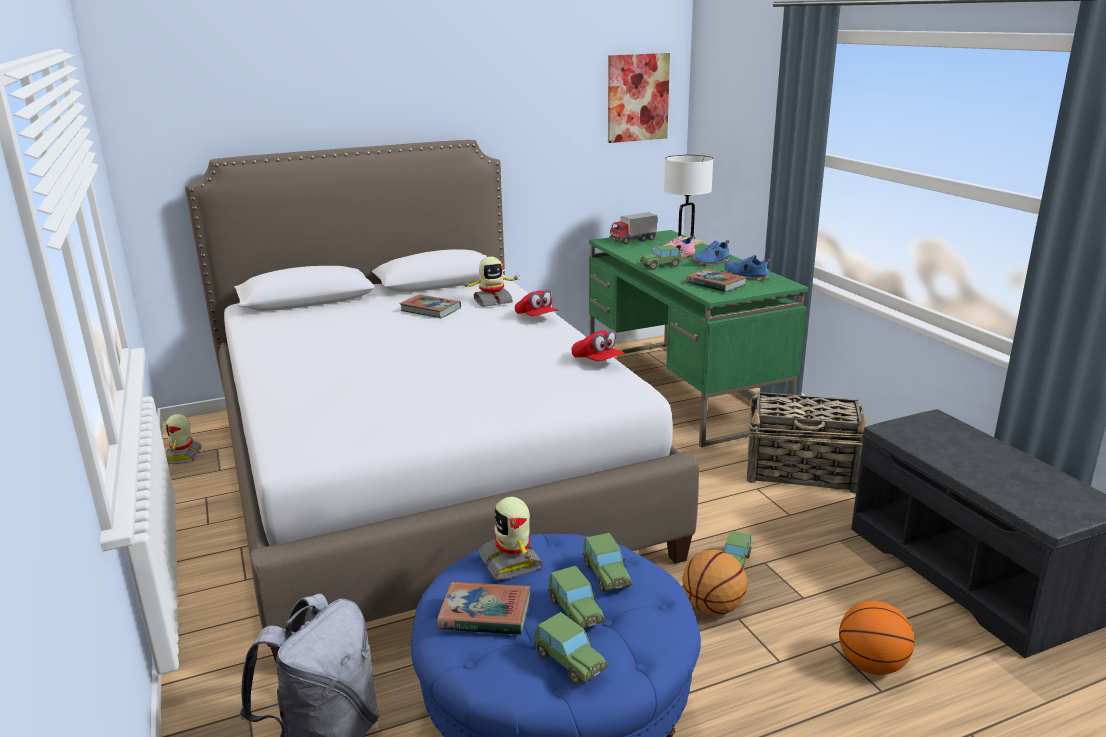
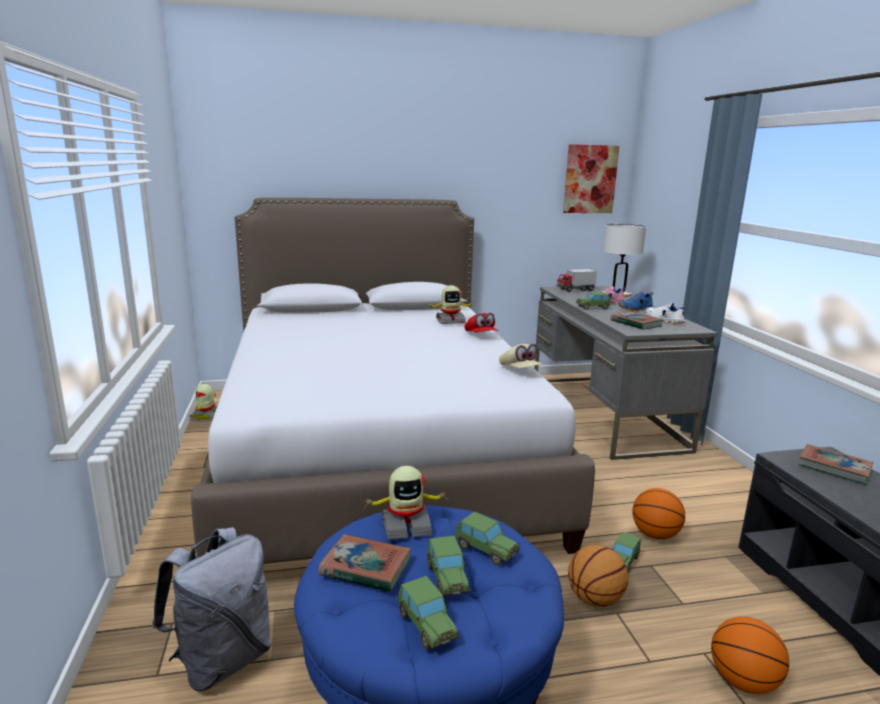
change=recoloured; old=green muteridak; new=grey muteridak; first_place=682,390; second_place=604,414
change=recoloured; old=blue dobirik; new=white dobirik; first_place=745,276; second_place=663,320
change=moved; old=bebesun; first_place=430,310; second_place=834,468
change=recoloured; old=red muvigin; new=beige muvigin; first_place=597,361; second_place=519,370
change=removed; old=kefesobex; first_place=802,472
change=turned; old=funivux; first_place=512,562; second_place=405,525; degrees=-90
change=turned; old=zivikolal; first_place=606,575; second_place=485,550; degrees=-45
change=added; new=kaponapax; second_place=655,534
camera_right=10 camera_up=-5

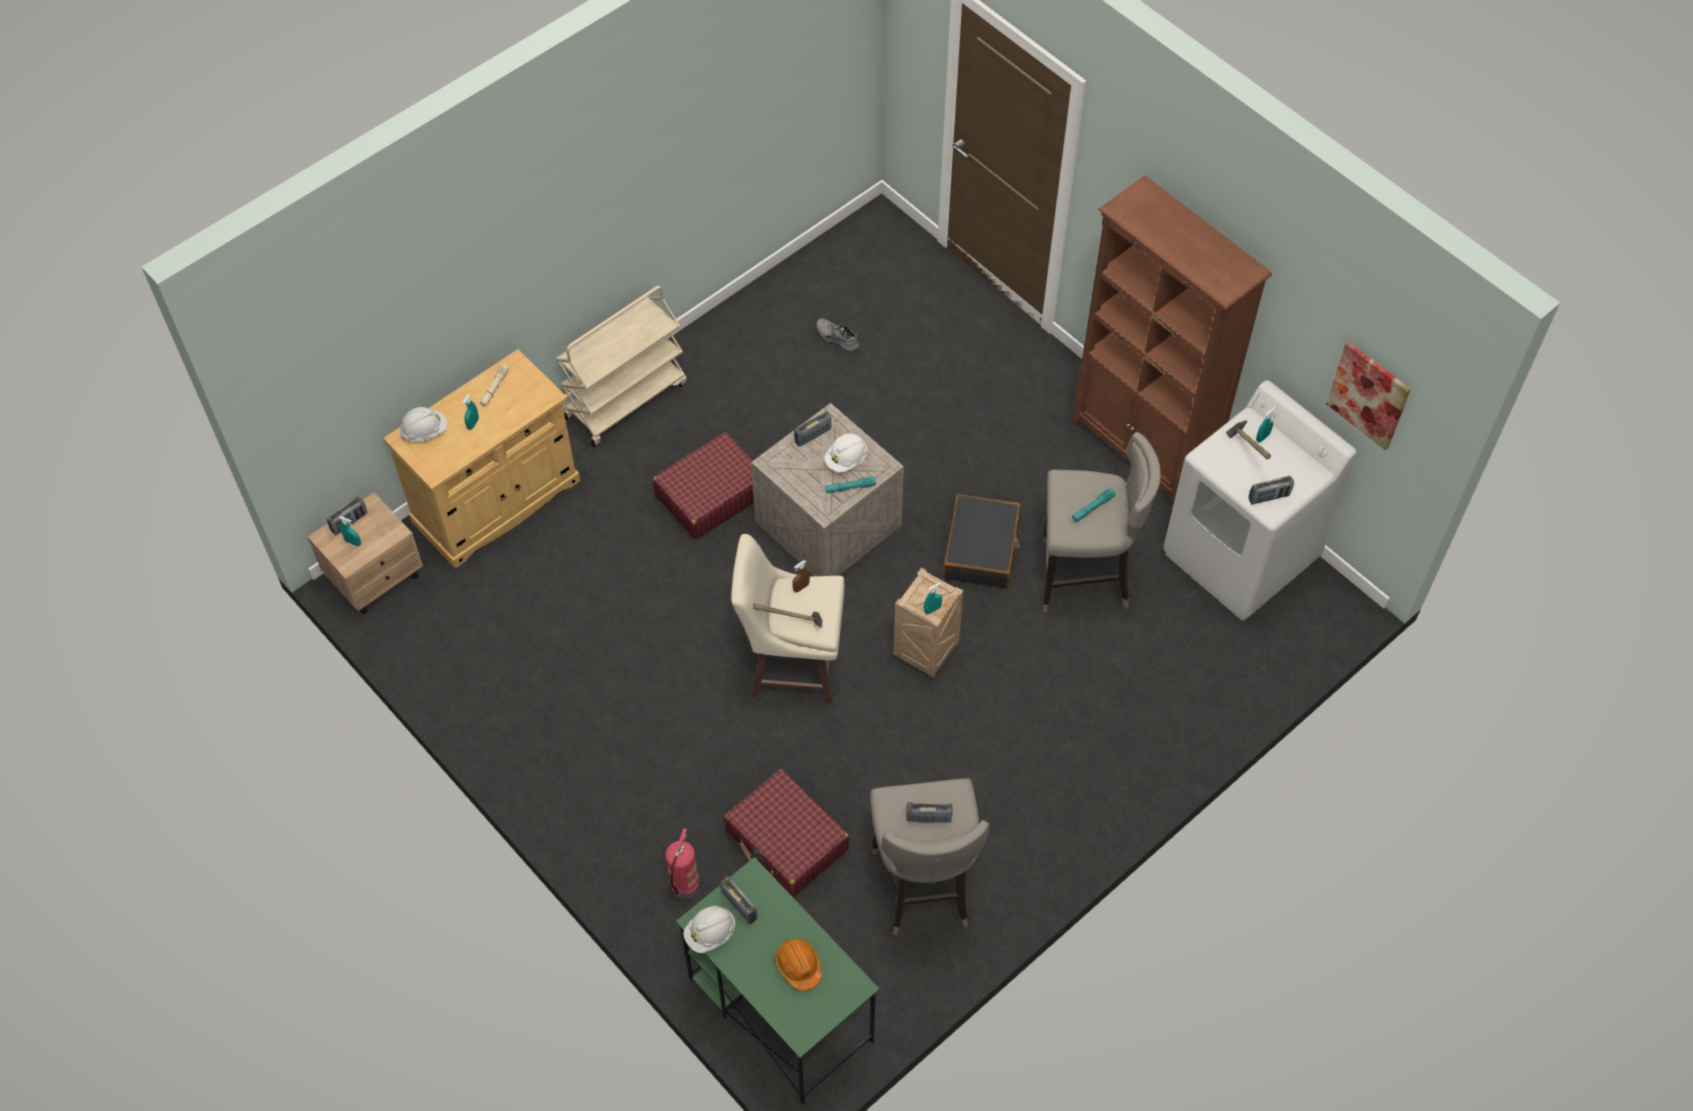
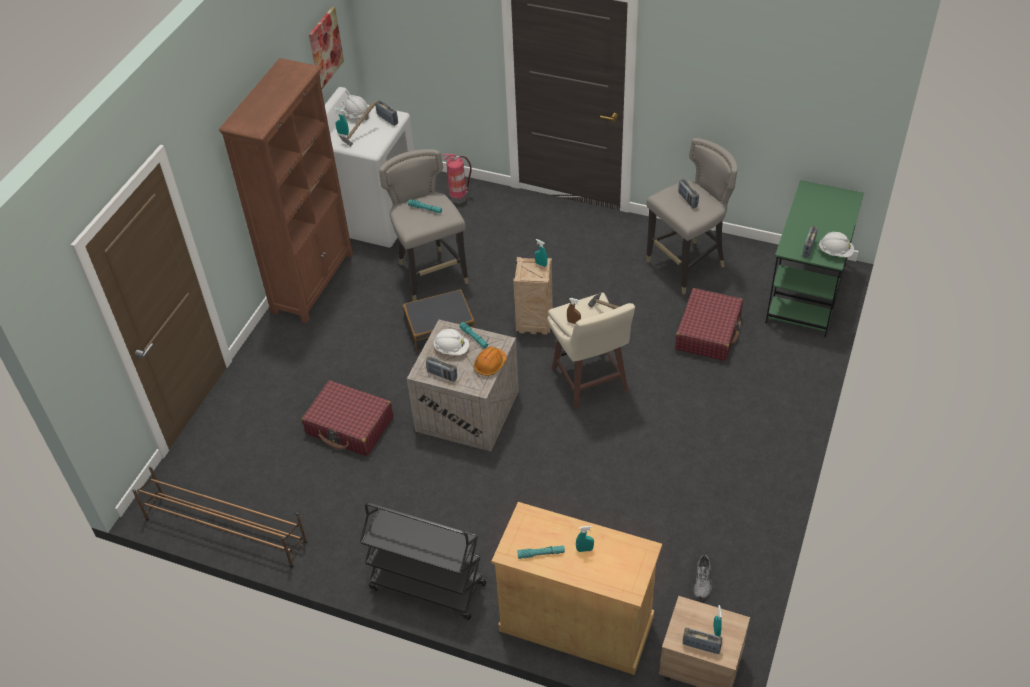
change=recoloured; old=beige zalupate; new=black zalupate; first_place=626,399; second_place=426,586
change=moved; old=grey dobirik; first_place=836,338; second_place=703,581
change=recoloured; old=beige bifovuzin; new=turquoise bifovuzin; first_place=494,388; second_place=541,554
change=moved; old=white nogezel; first_place=425,431; second_place=356,114
change=moved; old=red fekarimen; first_place=710,495; second_place=350,426
change=moved; old=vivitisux; first_place=685,887; second_place=459,197
change=moved; old=orange nogezel; first_place=798,966; second_place=490,365
change=added; new=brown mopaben; second_place=225,530
camera_right=-115 camera_up=-10

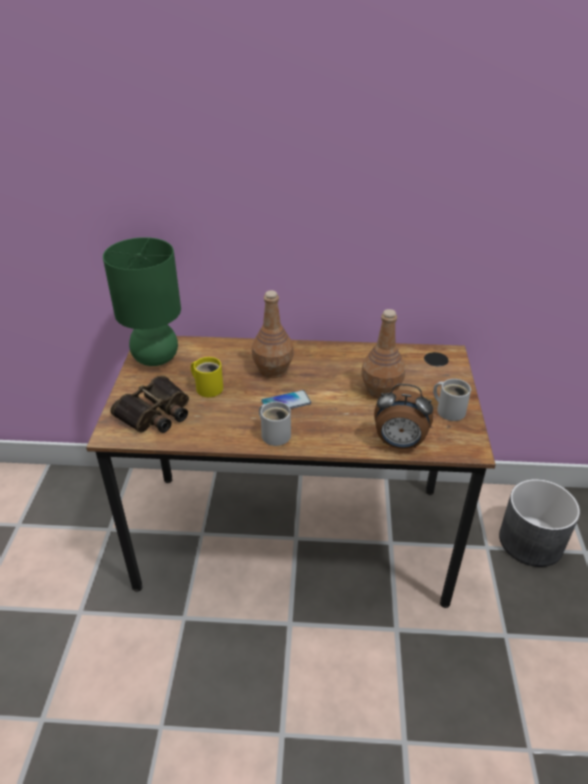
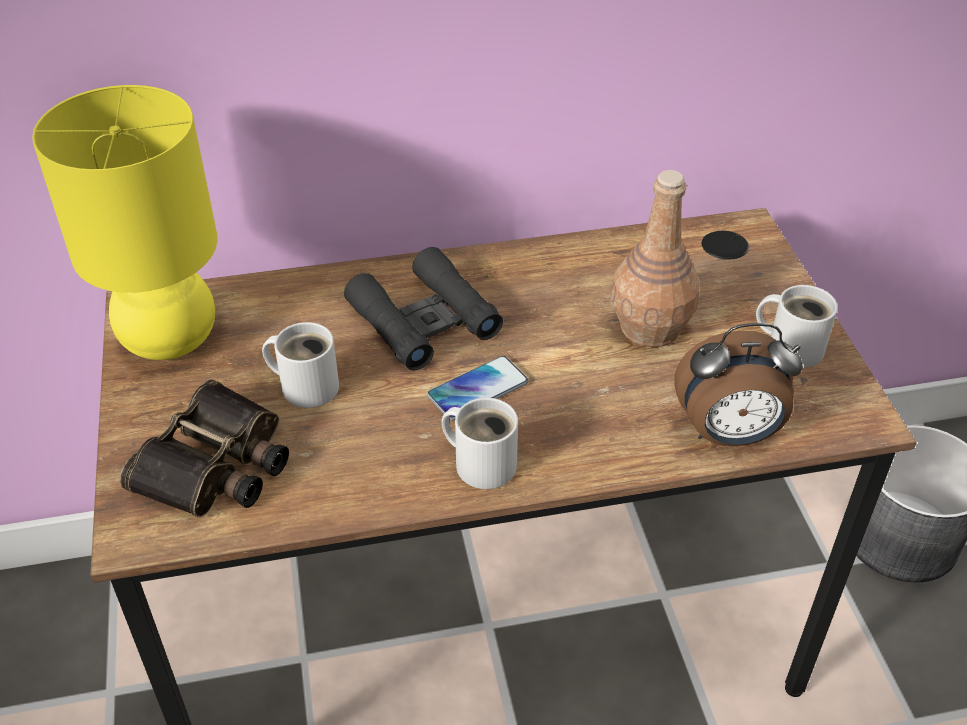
change=recoloured; old=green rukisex; new=yellow rukisex; first_place=155,358; second_place=168,339
change=replaced; old=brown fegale; new=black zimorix; first_place=273,369; second_place=424,320
change=recoloured; old=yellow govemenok; new=white govemenok; first_place=208,387; second_place=306,384
camera_right=-15 camera_up=5

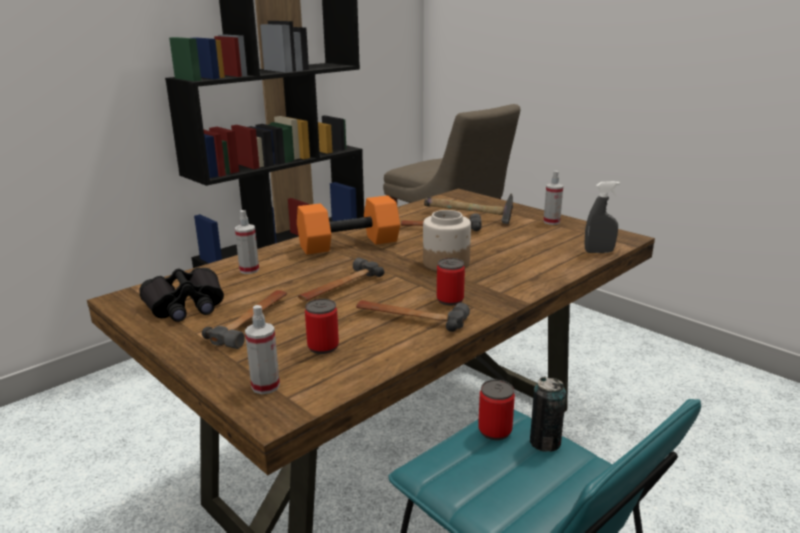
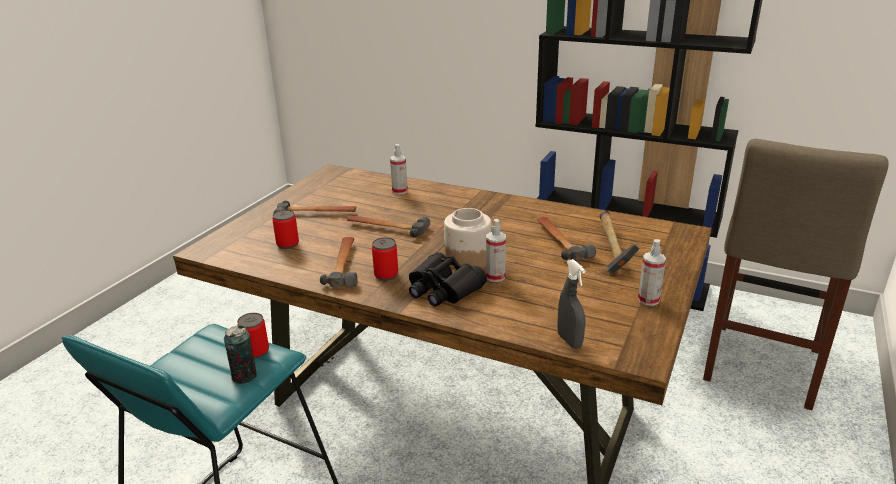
change=removed; old=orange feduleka; first_place=349,243
change=moved; old=black zimorix; first_place=186,306; second_place=443,289
change=moved; old=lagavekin; first_place=265,386; second_place=495,276
camera_right=70 camera_up=5

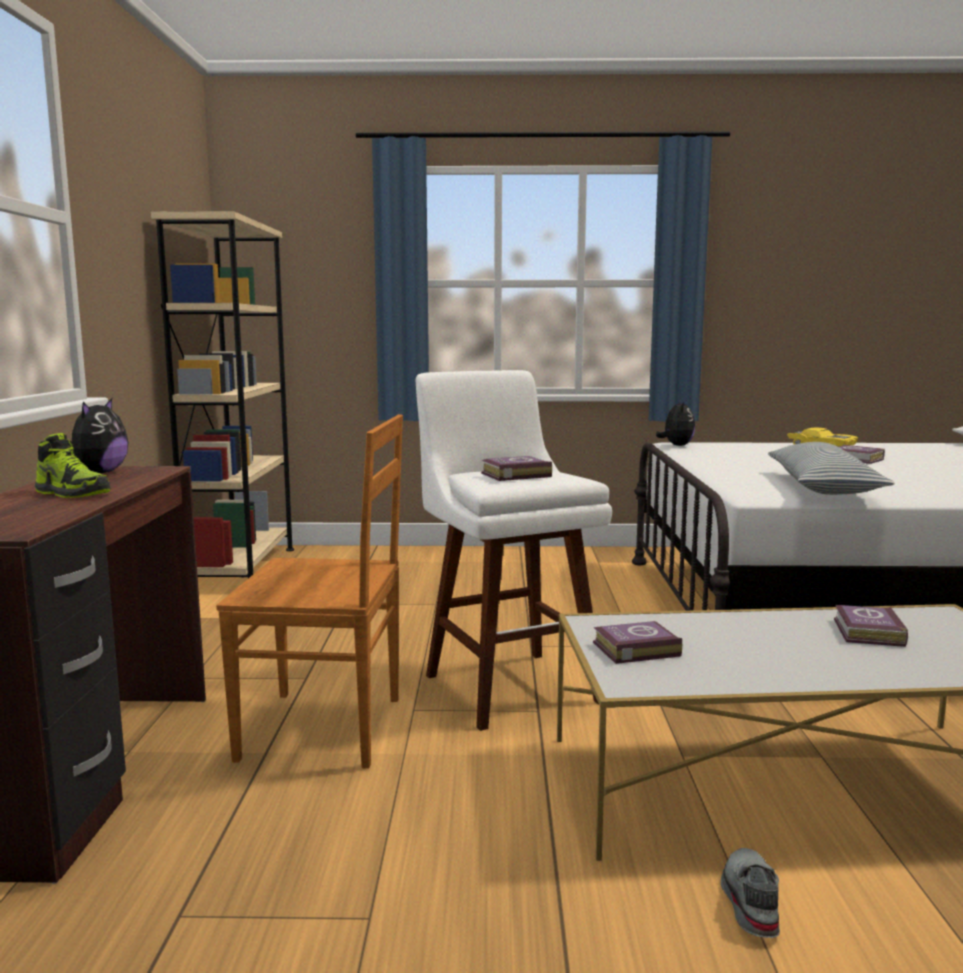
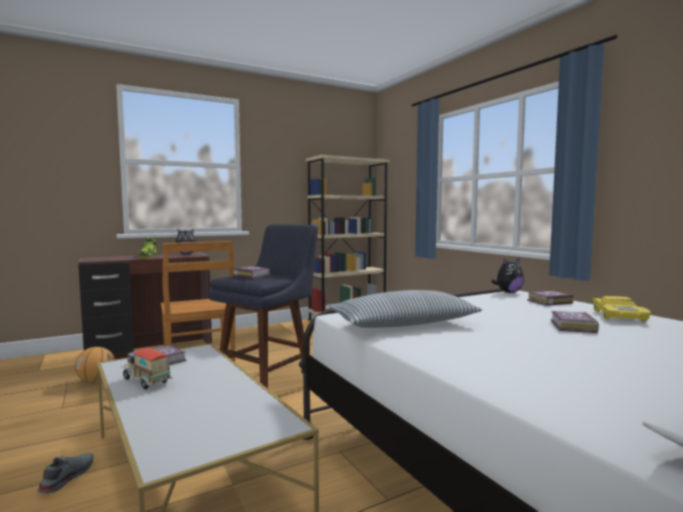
change=recoloured; old=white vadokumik; new=blue vadokumik; first_place=506,683; second_place=269,387
change=moved; old=bebesun; first_place=867,633; second_place=548,301
change=turned; old=grey dobirik; first_place=748,901; second_place=66,478; degrees=-60
change=added; new=kaponapax; second_place=96,381
change=added; new=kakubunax; second_place=147,382
camera_right=60 camera_up=-5

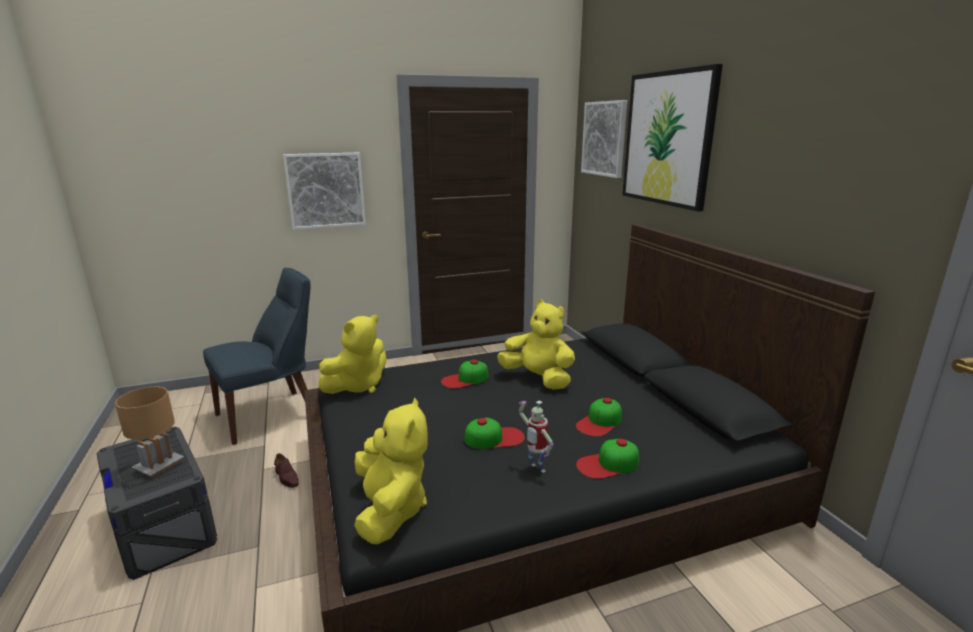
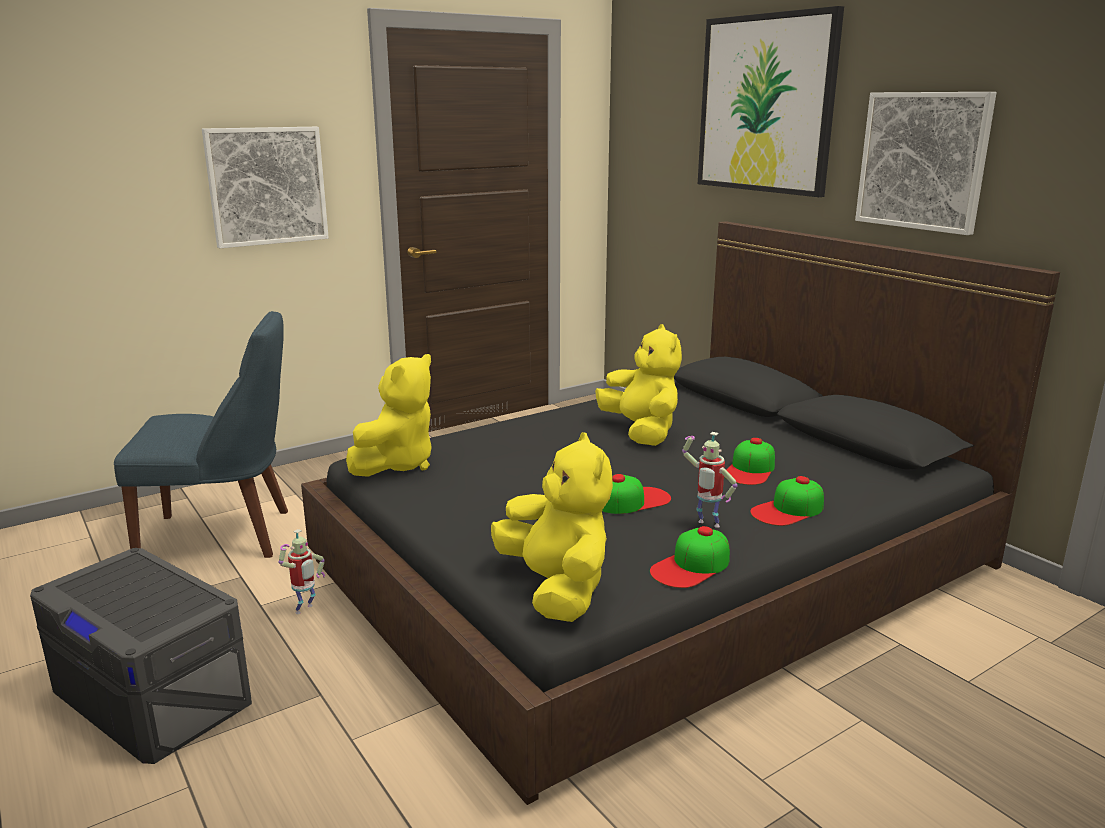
change=moved; old=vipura; first_place=604,138; second_place=923,161
change=turned; old=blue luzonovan; first_place=272,414; second_place=224,536; degrees=45
change=turned; old=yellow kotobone; first_place=538,379; second_place=641,432; degrees=45
change=moved; old=muvigin; first_place=465,379; second_place=691,566
change=removed; old=brown rukisex; first_place=159,466
change=replaced; old=brown dobirik; new=funivux; first_place=286,477; second_place=305,610
camera_right=-15 camera_up=0

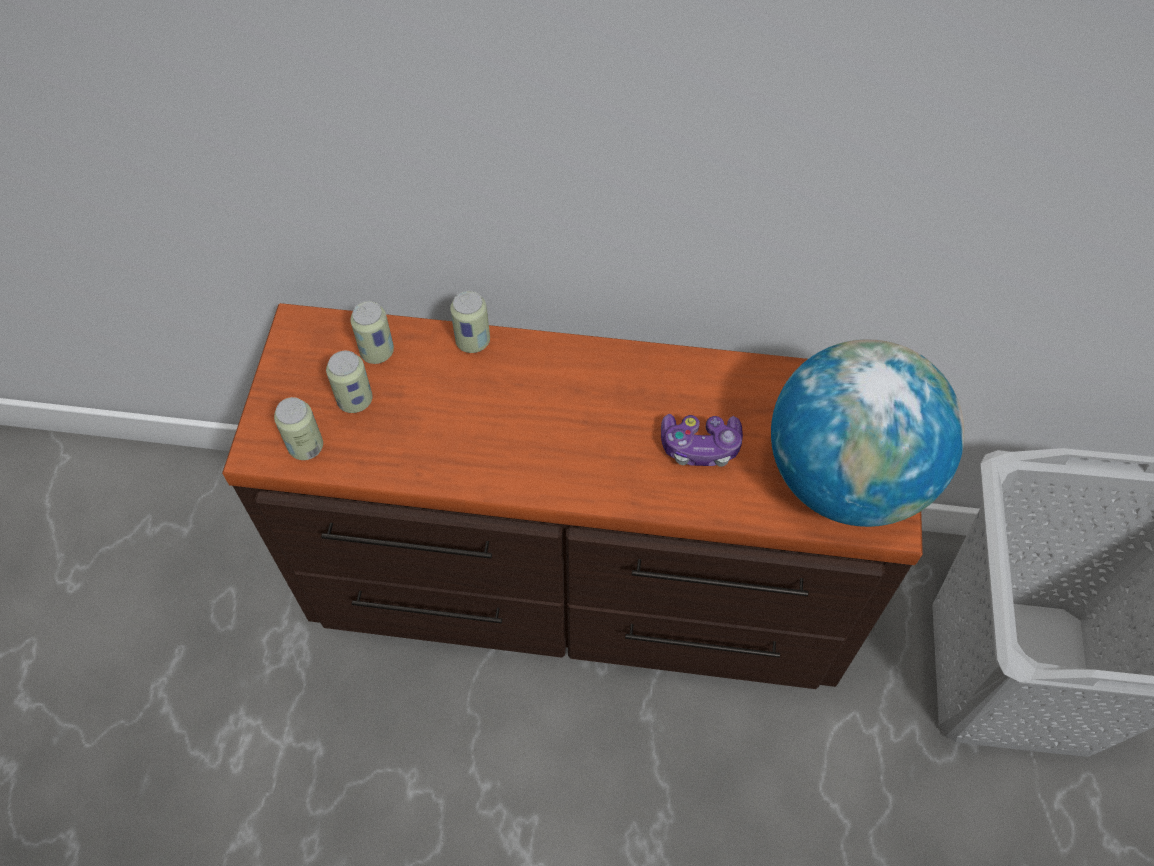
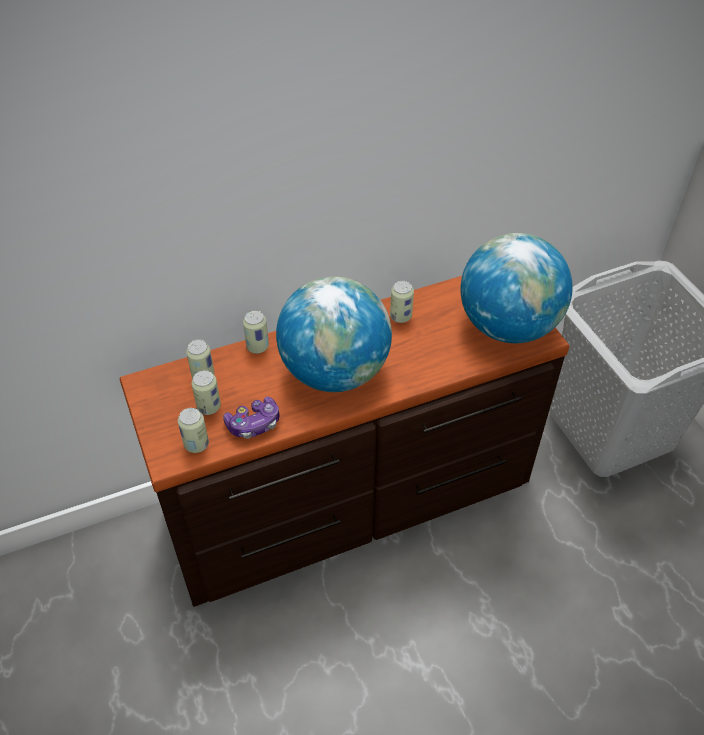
change=moved; old=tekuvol; first_place=700,446; second_place=254,424
change=added; new=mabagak; second_place=334,371
change=added; new=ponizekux; second_place=400,316
camera_right=-30 camera_up=-10

